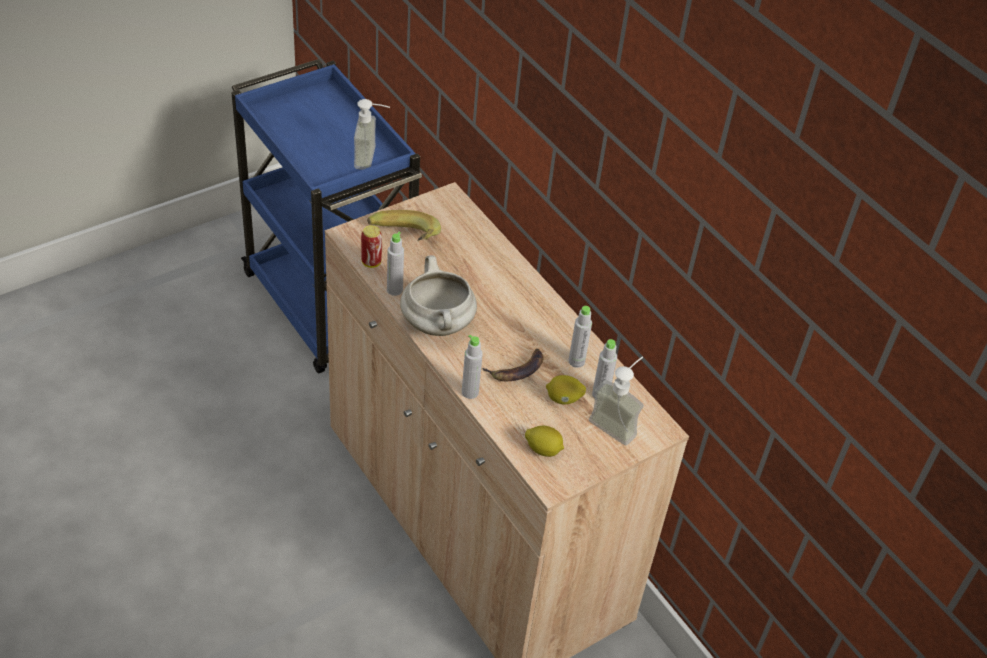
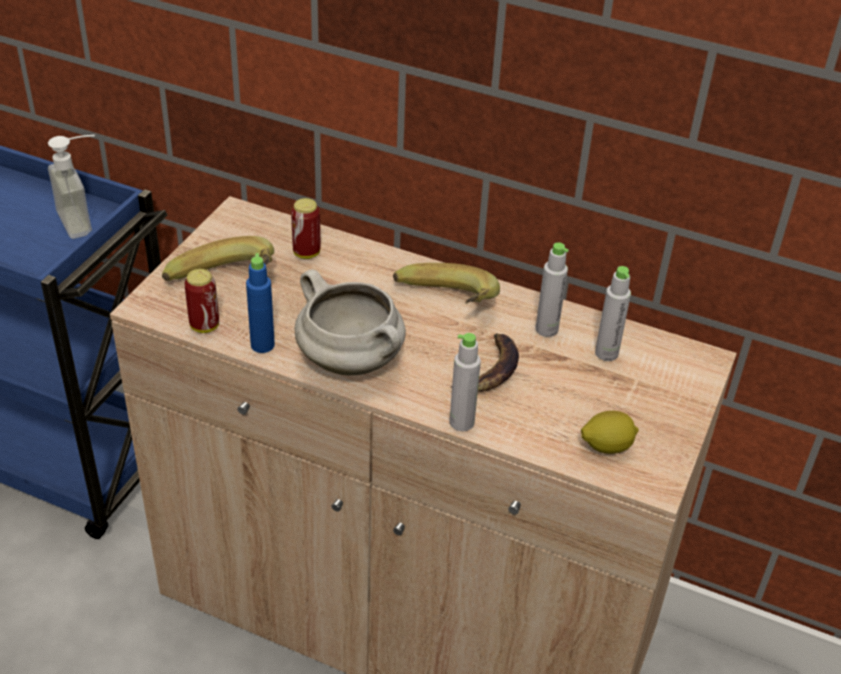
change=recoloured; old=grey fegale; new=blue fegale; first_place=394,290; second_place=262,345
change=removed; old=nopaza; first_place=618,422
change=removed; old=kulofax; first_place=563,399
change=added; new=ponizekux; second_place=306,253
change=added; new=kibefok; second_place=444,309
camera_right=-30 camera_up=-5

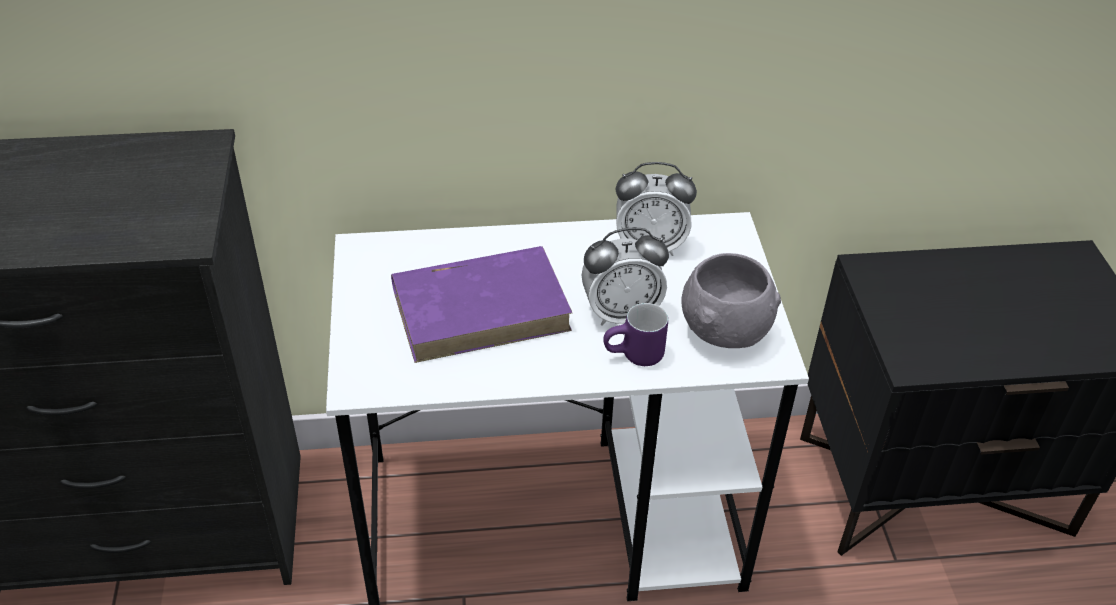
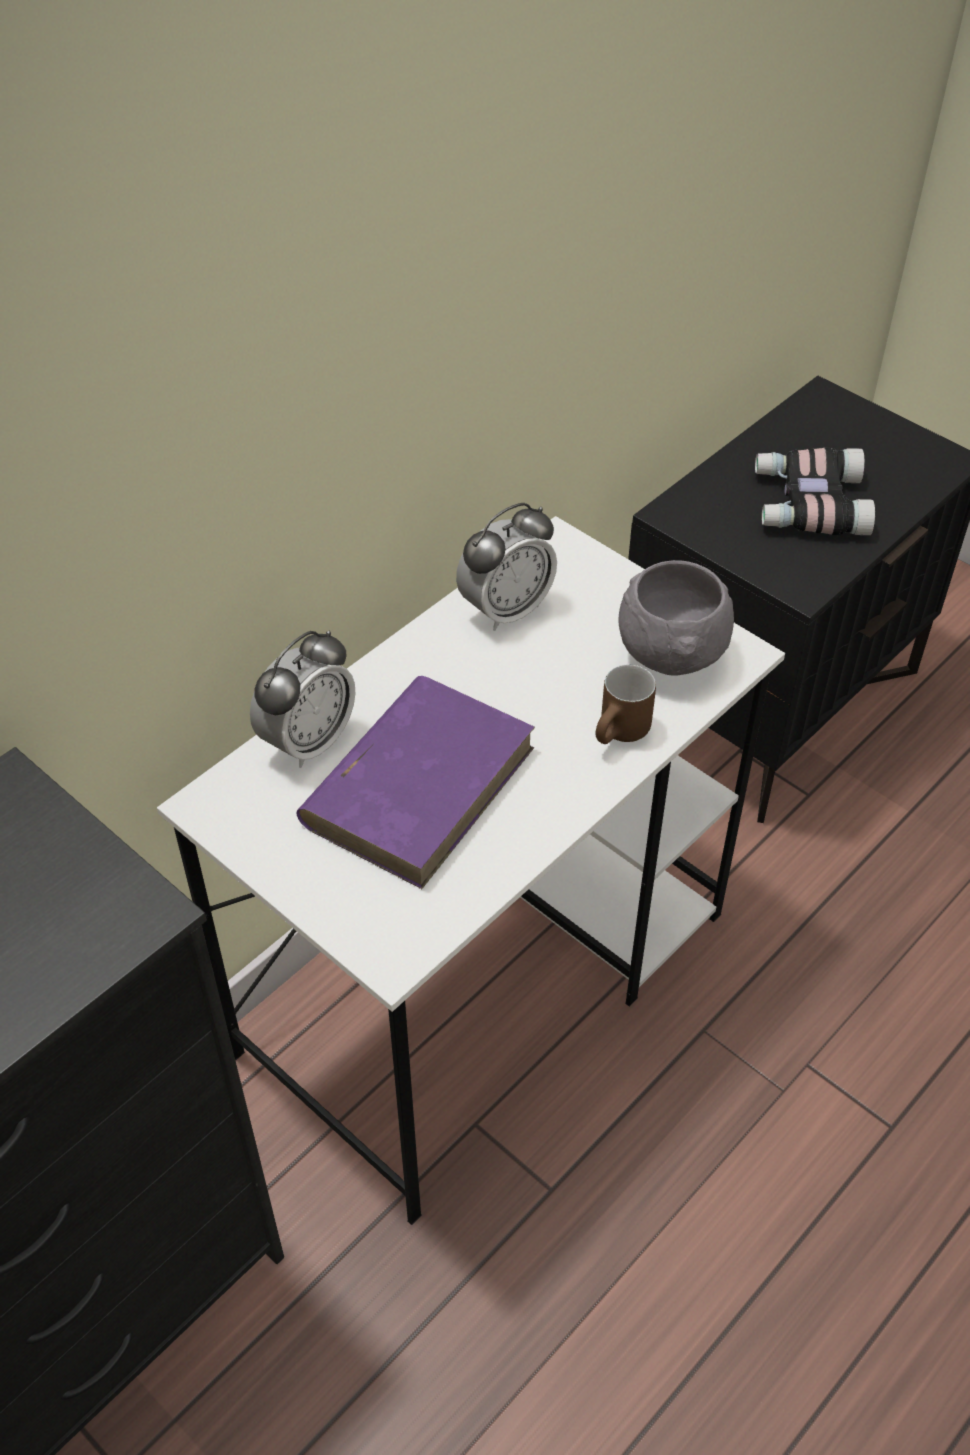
change=moved; old=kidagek; first_place=621,313; second_place=308,741
change=recoloured; old=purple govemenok; new=brown govemenok; first_place=634,357; second_place=622,735
change=added; new=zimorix; second_place=807,503
camera_right=-40 camera_up=5

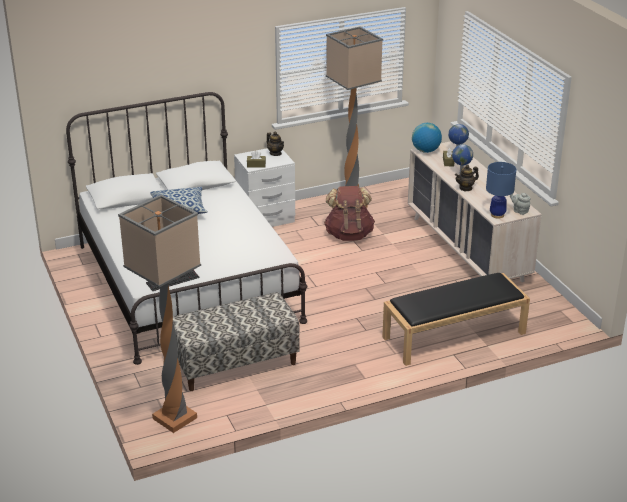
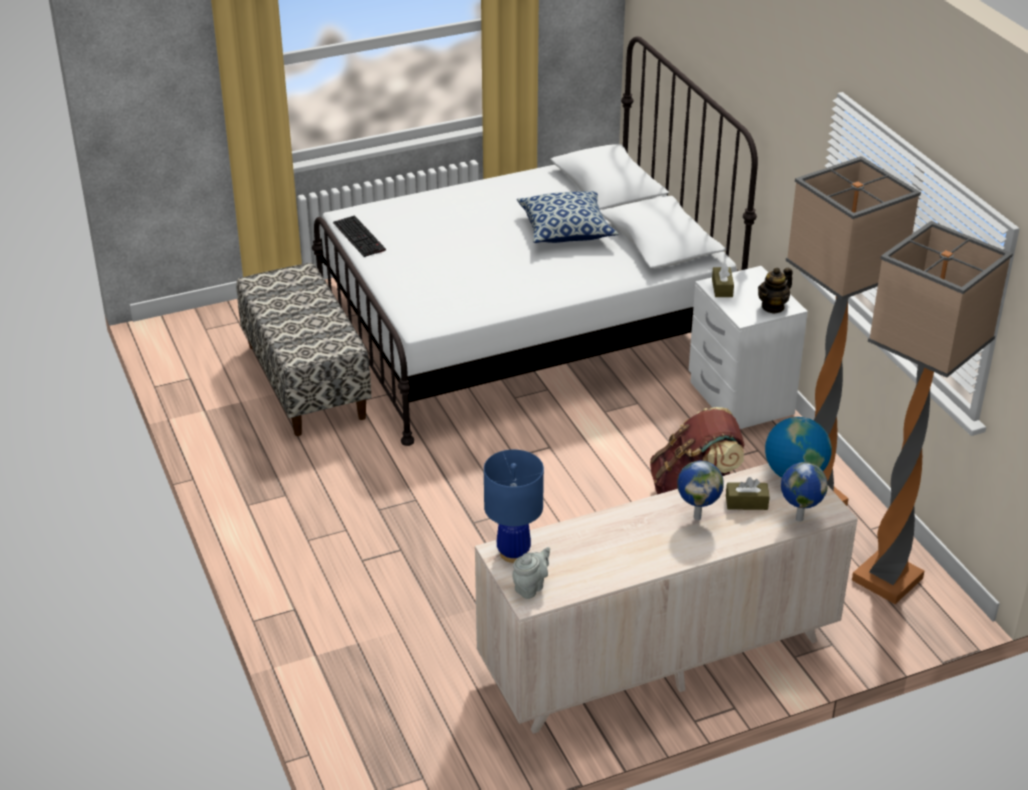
change=removed; old=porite; first_place=465,188
change=moved; old=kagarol; first_place=173,418; second_place=886,577
change=removed; old=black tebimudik; first_place=453,336
camera_right=90 camera_up=5

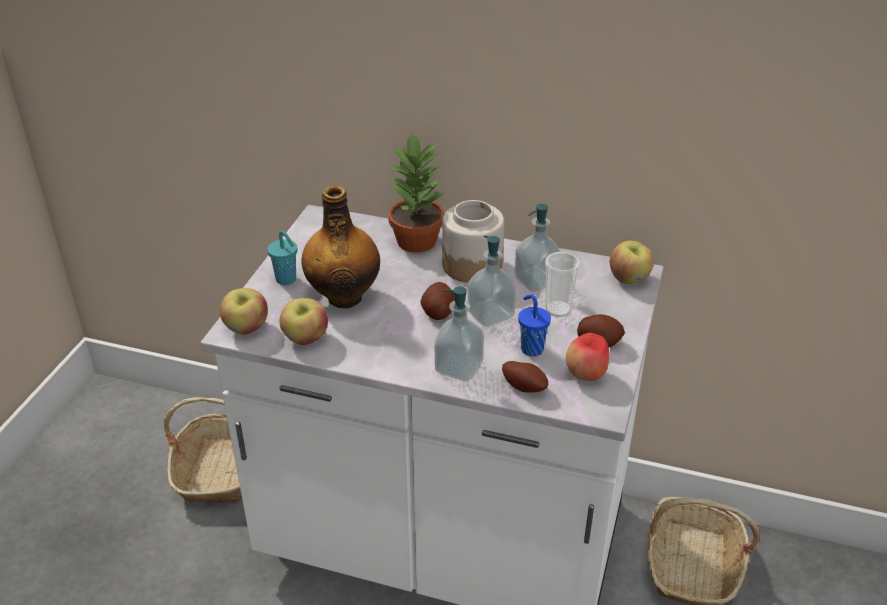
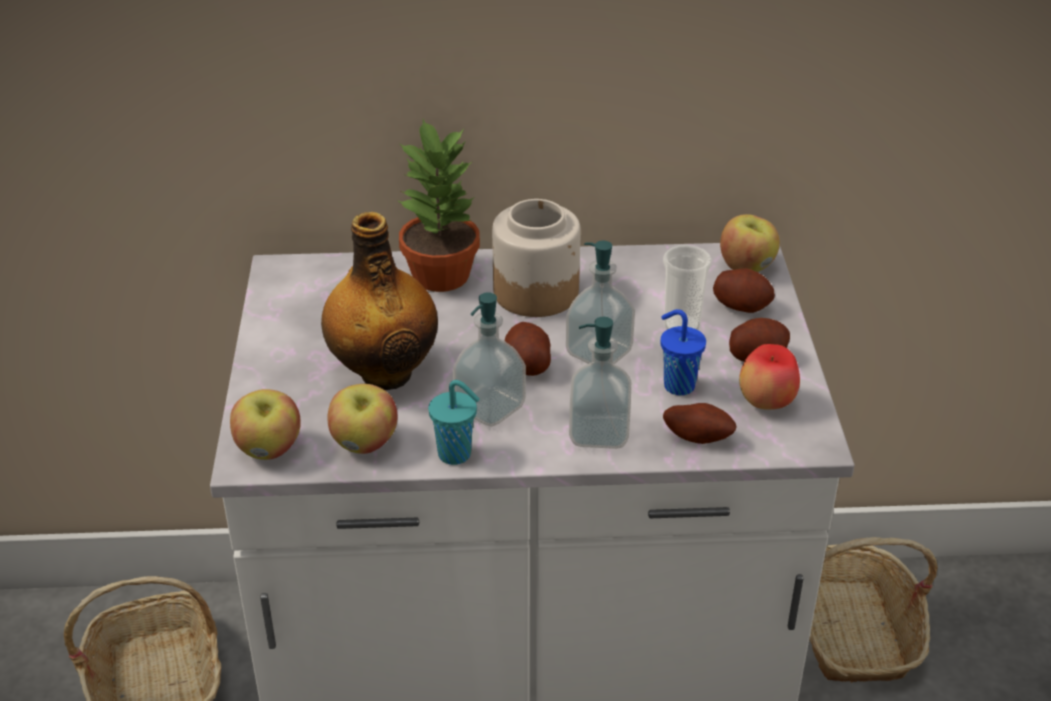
change=moved; old=nopaza; first_place=536,281; second_place=490,407
change=moved; old=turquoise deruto; first_place=287,280; second_place=456,455
change=added; new=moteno; second_place=742,306
camera_right=-20 camera_up=0

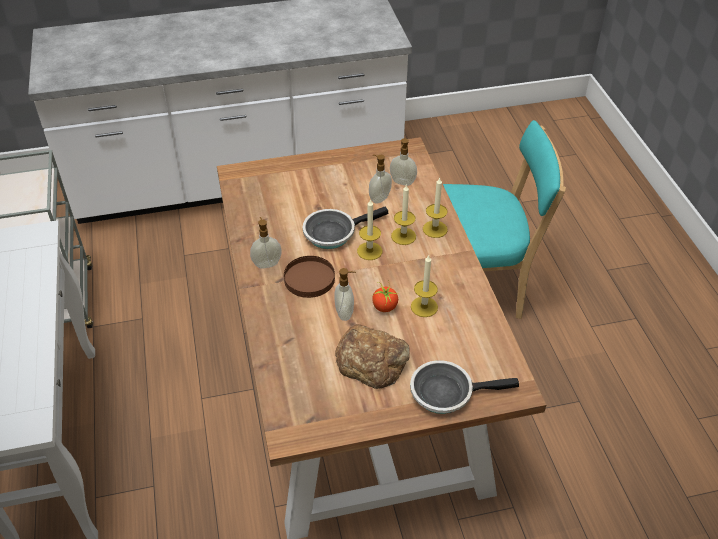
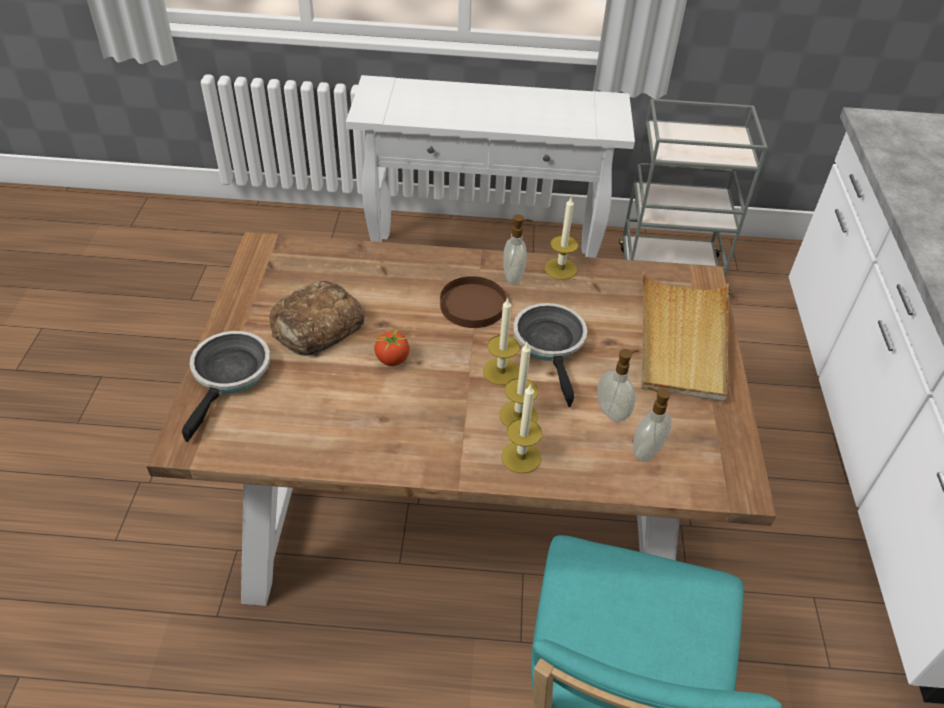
change=moved; old=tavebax; first_place=424,307; second_place=560,269
change=removed; old=nopaza; first_place=345,313
change=added; new=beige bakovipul; second_place=682,340
camera_right=105 camera_up=0

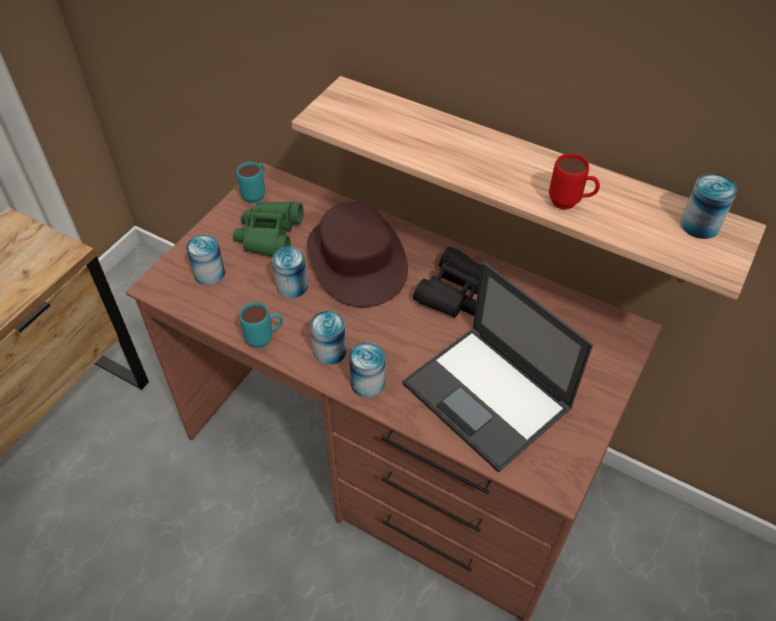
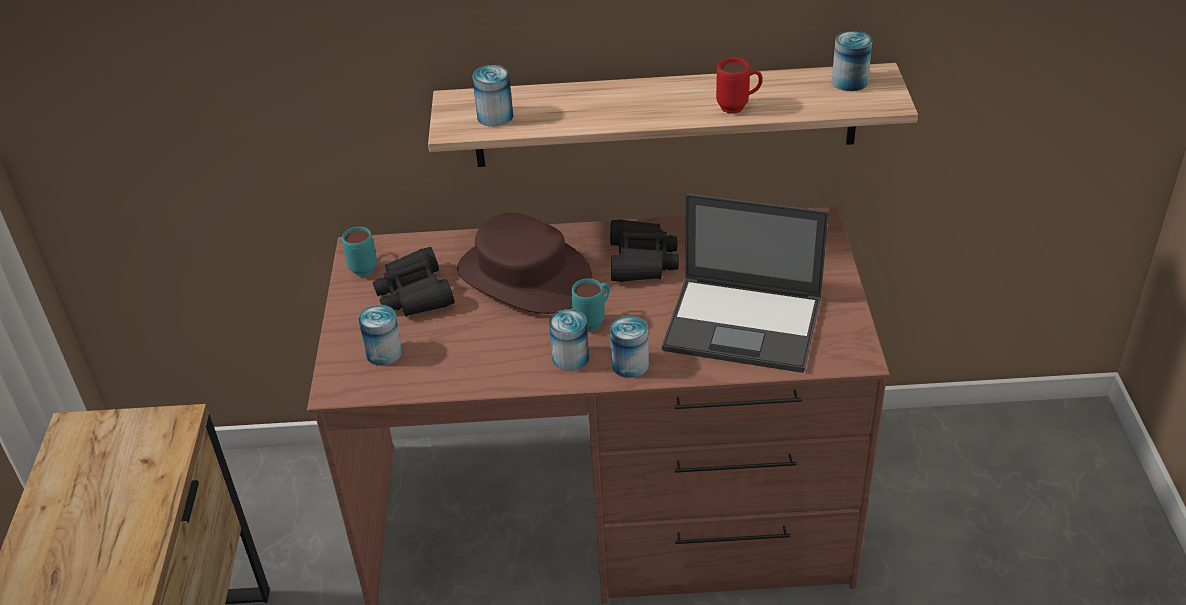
change=recoloured; old=green zimorix; new=black zimorix; first_place=270,235; second_place=414,294
change=moved; old=ponizekux; first_place=292,286; second_place=495,116
change=moved; old=turquoise govemenok; first_place=265,339; second_place=594,321
camera_right=-30 camera_up=-10

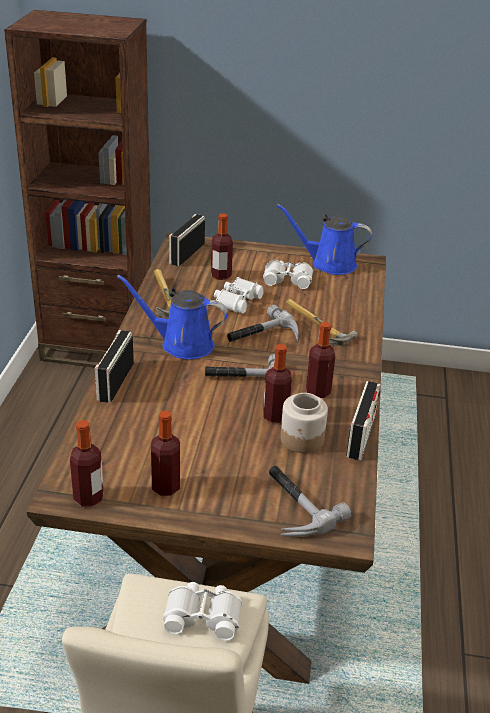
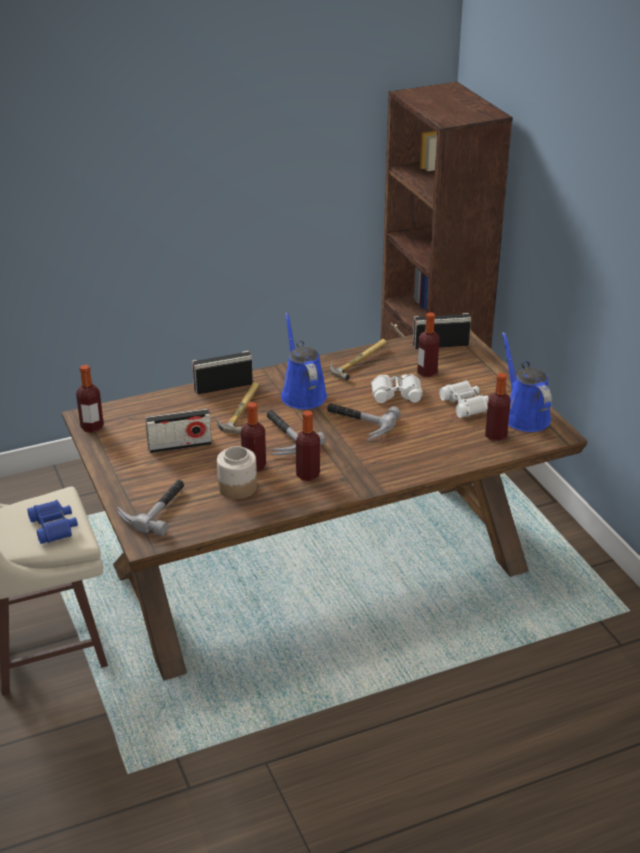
change=moved; old=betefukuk; first_place=314,327; second_place=238,411
change=moved; old=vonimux; first_place=361,436; second_place=180,445
change=moved; old=fegale; first_place=166,487; second_place=496,435
change=recoloured; old=white zimorix; new=blue zimorix; first_place=203,616; second_place=54,527
camera_right=60 camera_up=0

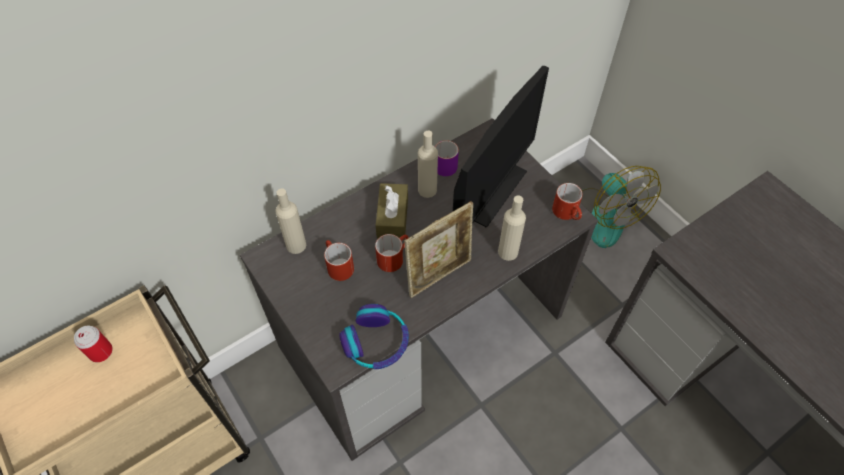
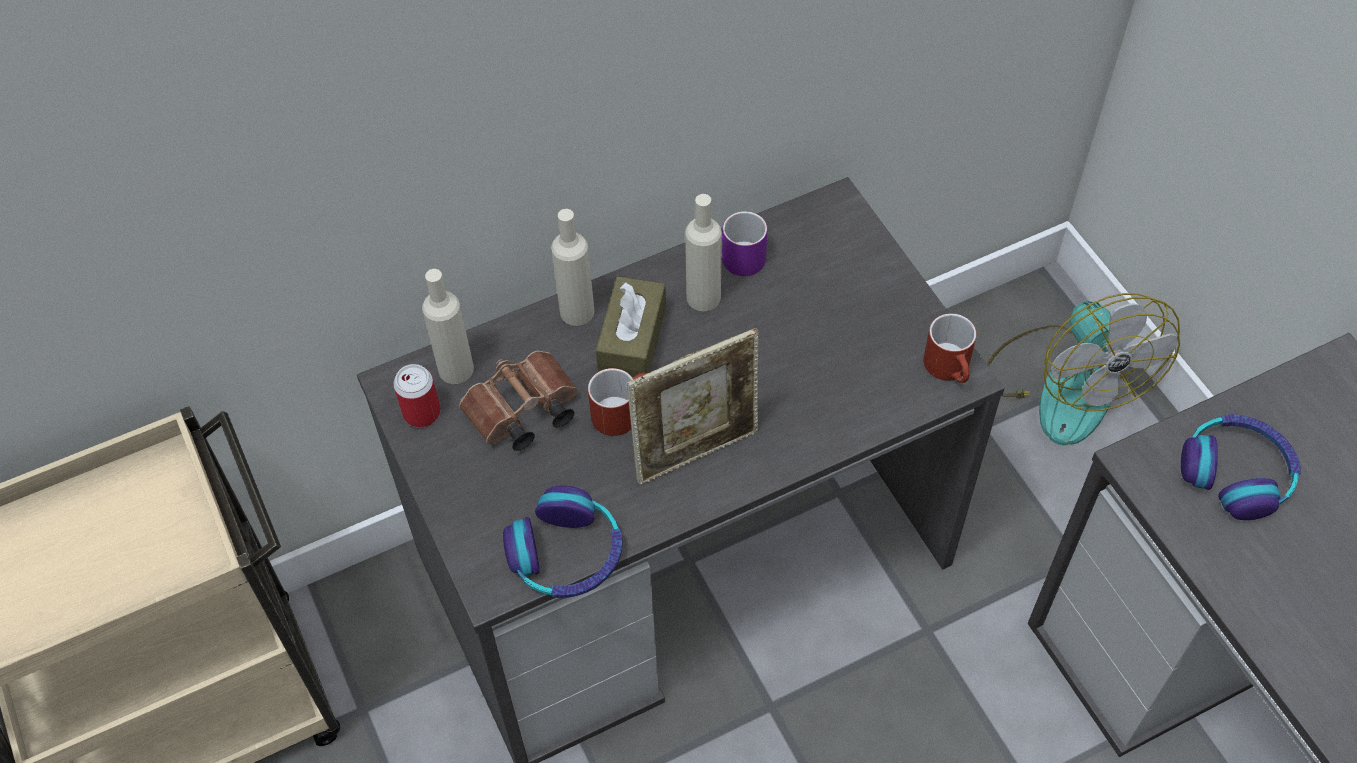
change=removed; old=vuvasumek; first_place=490,190
change=moved; old=beige fegale; first_place=508,252; second_place=577,311
change=replaced; old=red govemenok; new=brown zimorix; first_place=337,266; second_place=521,414
change=moved; old=ponizekux; first_place=101,352; second_place=421,412
change=added; new=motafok; second_place=1236,473
camera_right=10 camera_up=0

